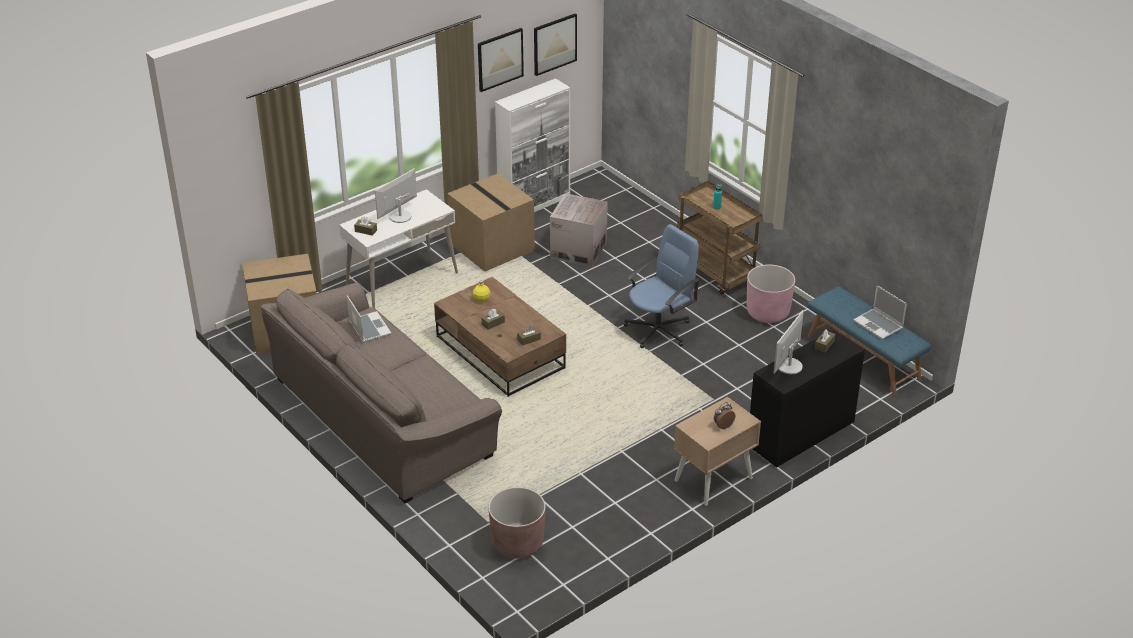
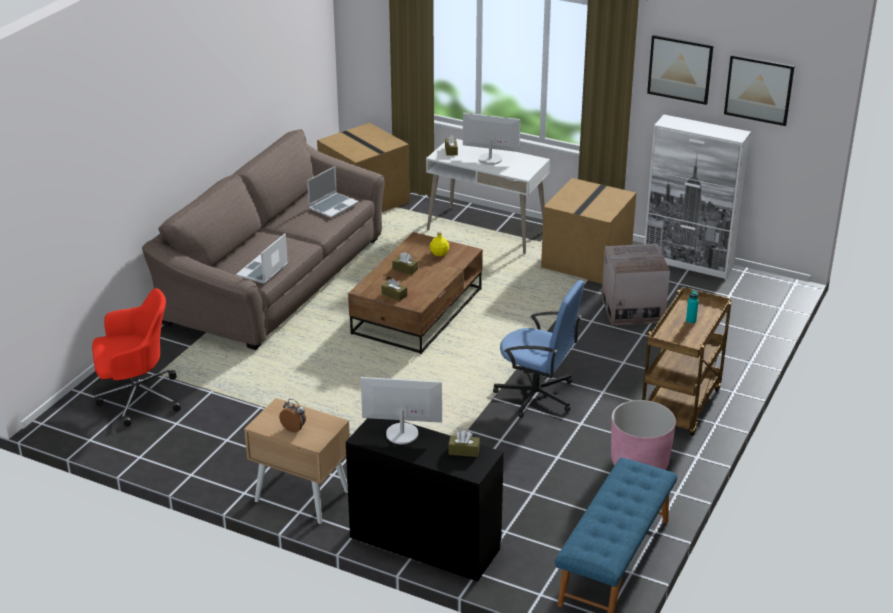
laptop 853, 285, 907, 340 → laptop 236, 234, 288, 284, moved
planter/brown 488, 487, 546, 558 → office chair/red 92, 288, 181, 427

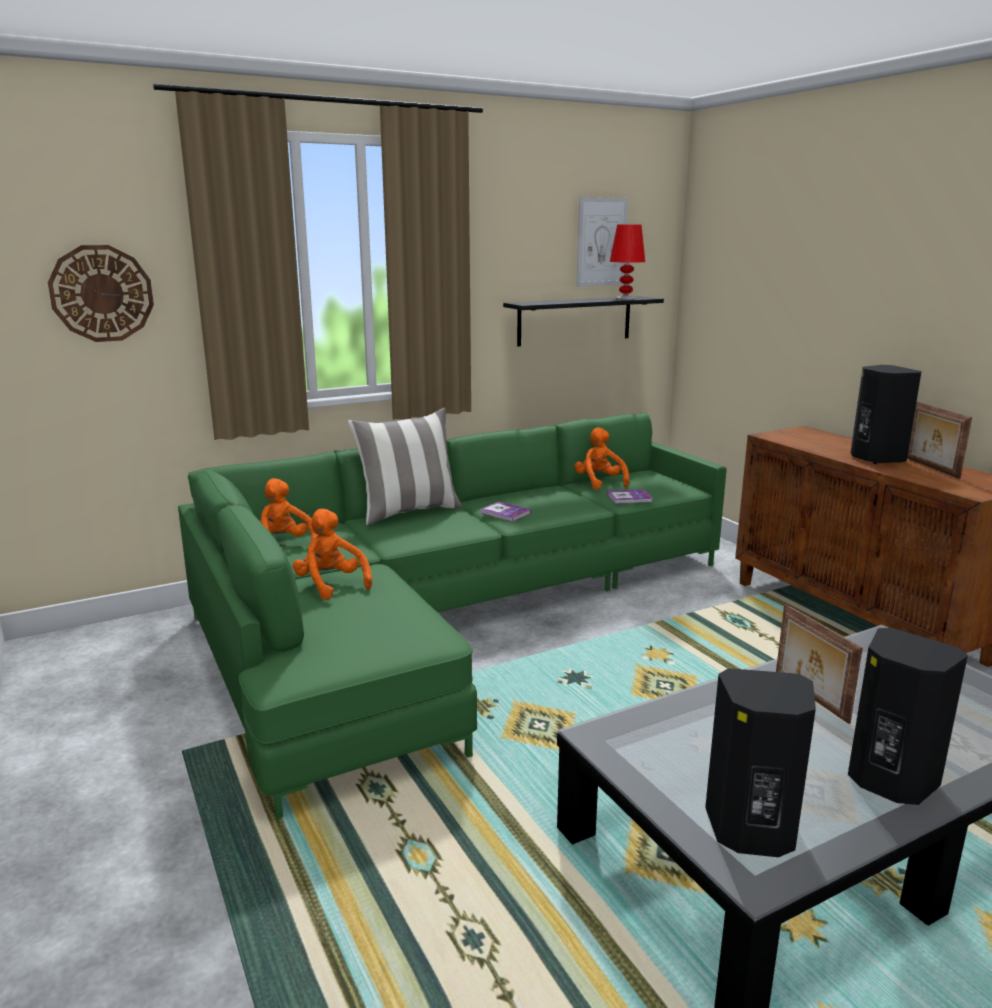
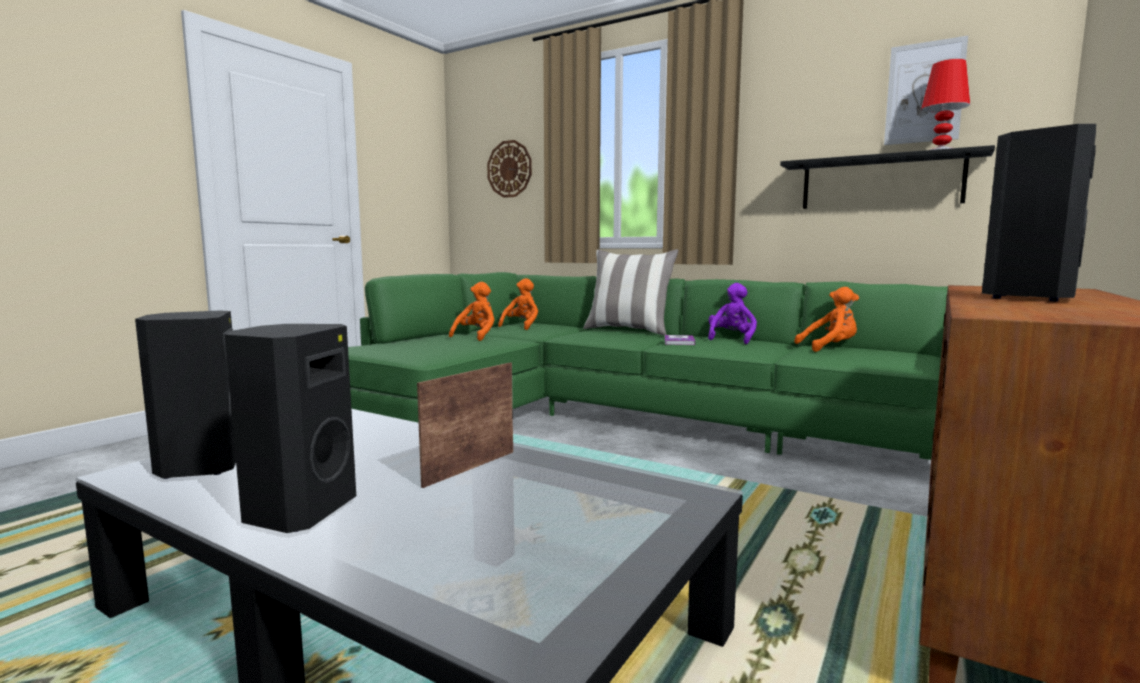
picture frame 907, 402, 972, 479 → -
plush toy/orange 575, 427, 630, 490 → plush toy/orange 794, 287, 859, 352, 45 degrees clockwise
book 607, 489, 653, 504 → -
- → plush toy/purple 708, 283, 757, 344

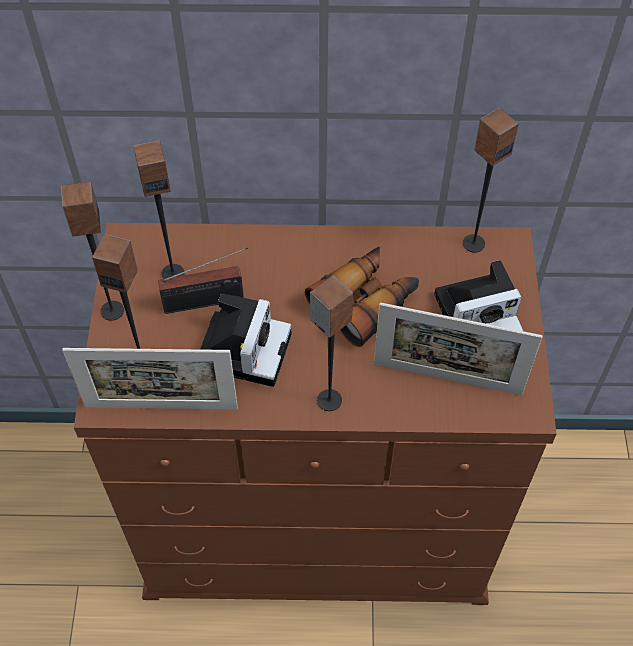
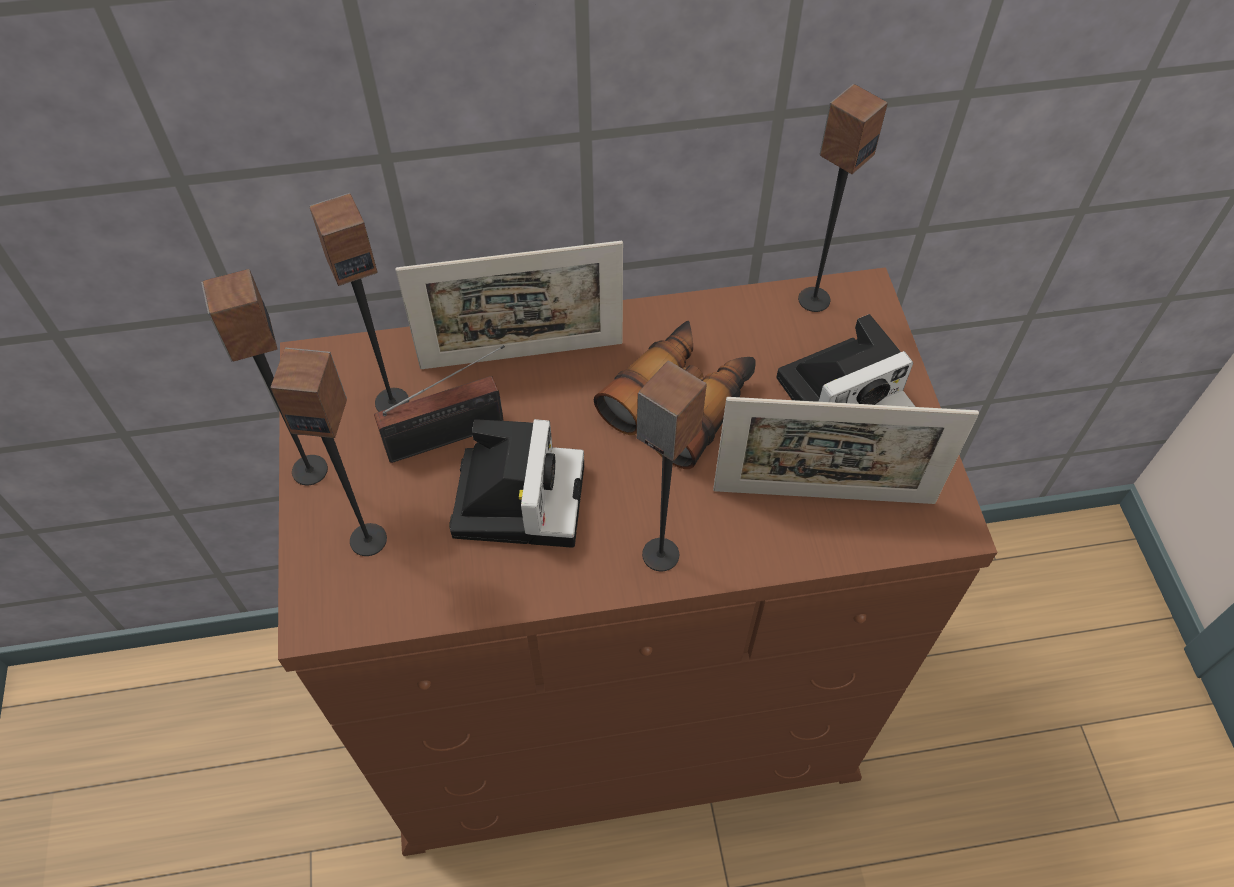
picture frame 62, 348, 238, 409 → picture frame 395, 241, 623, 369, moved

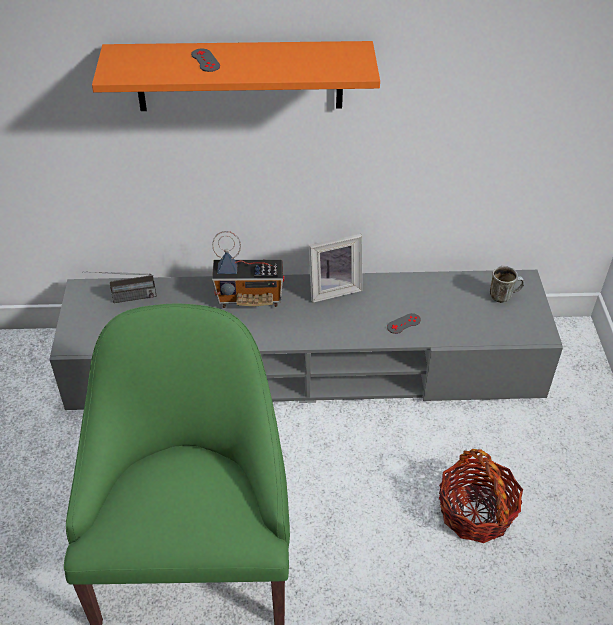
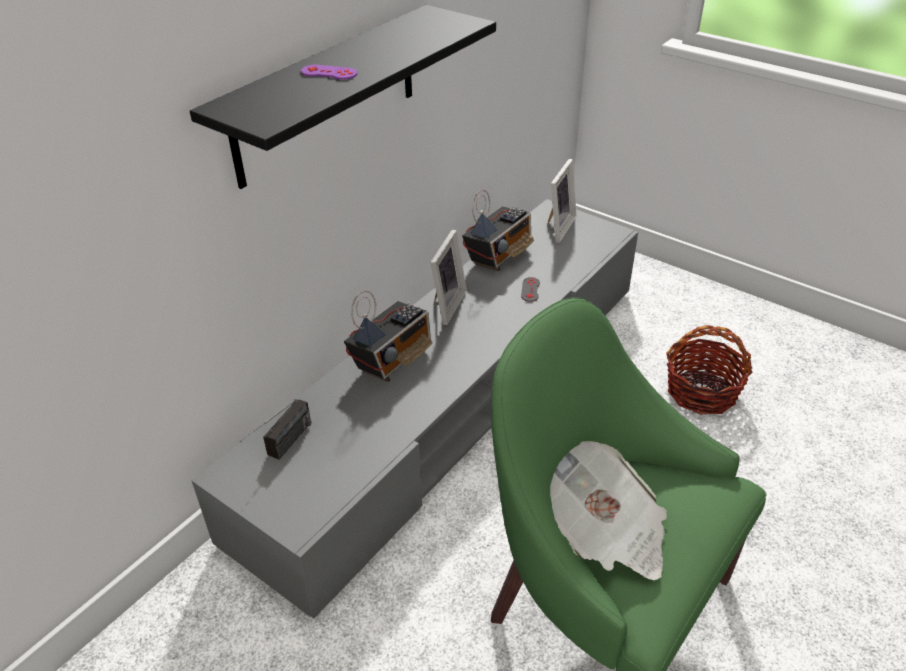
shelf/orange 92, 41, 380, 111 → shelf/black 190, 5, 496, 189
game controller/grey 191, 49, 220, 72 → game controller/purple 301, 65, 357, 80
mug 490, 266, 524, 303 → picture frame 547, 159, 577, 243
- → radio 462, 189, 534, 271
- → newspaper 550, 441, 667, 581

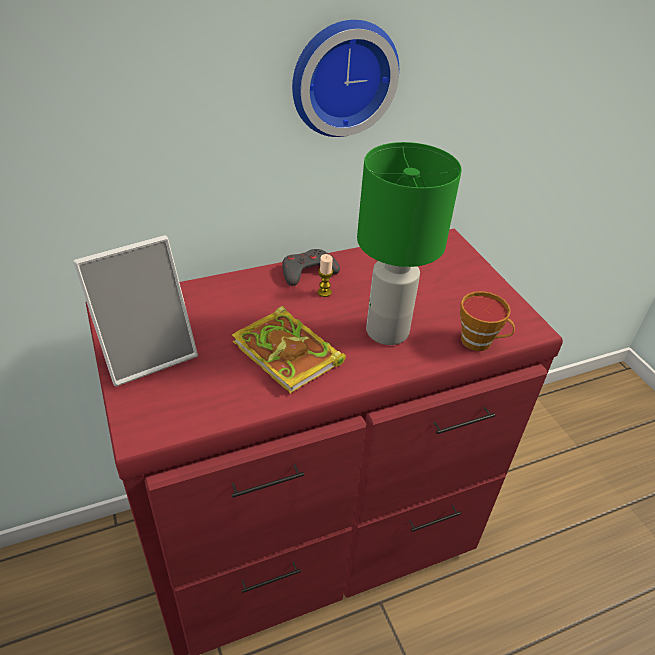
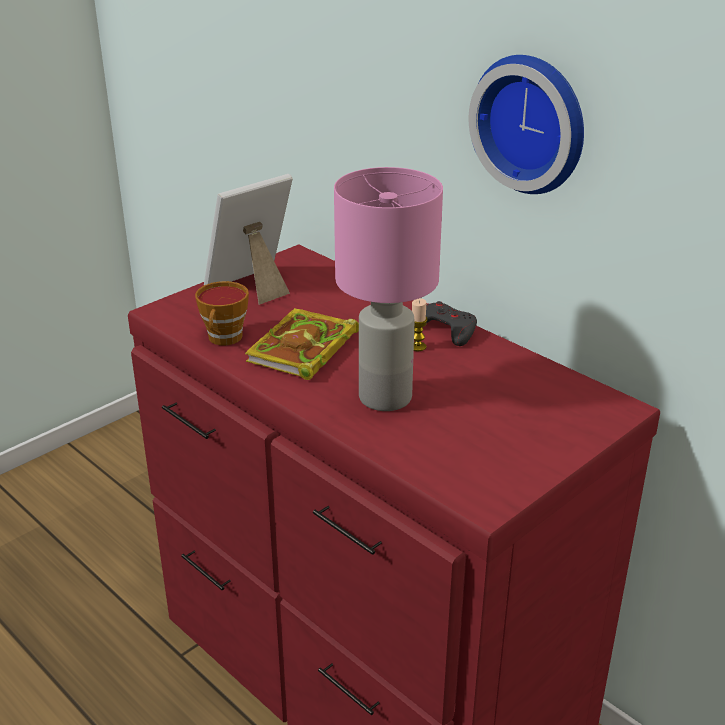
table lamp/green 357, 142, 462, 345 → table lamp/pink 334, 167, 443, 411
picture frame 73, 235, 198, 386 → picture frame 204, 174, 293, 305, 105 degrees clockwise
cup 460, 291, 515, 351 → cup 195, 281, 249, 345, moved

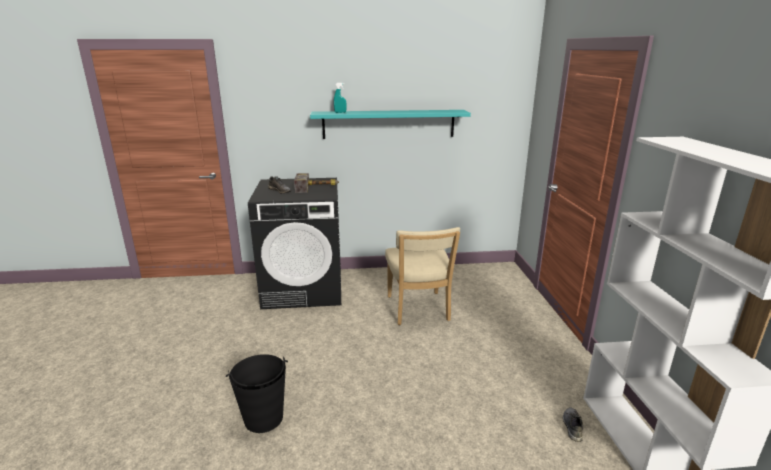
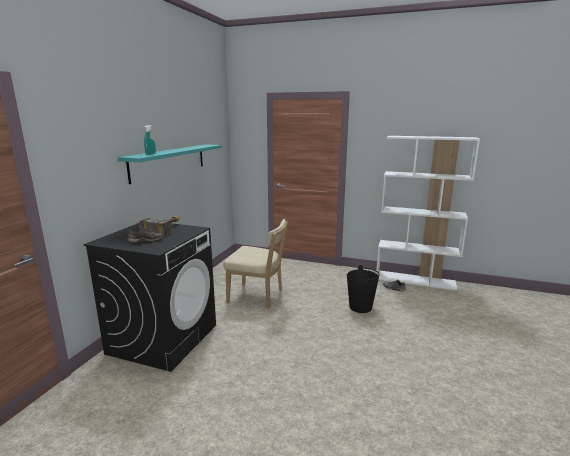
bucket/black 226, 354, 288, 433 → bucket/black 347, 265, 380, 313, moved

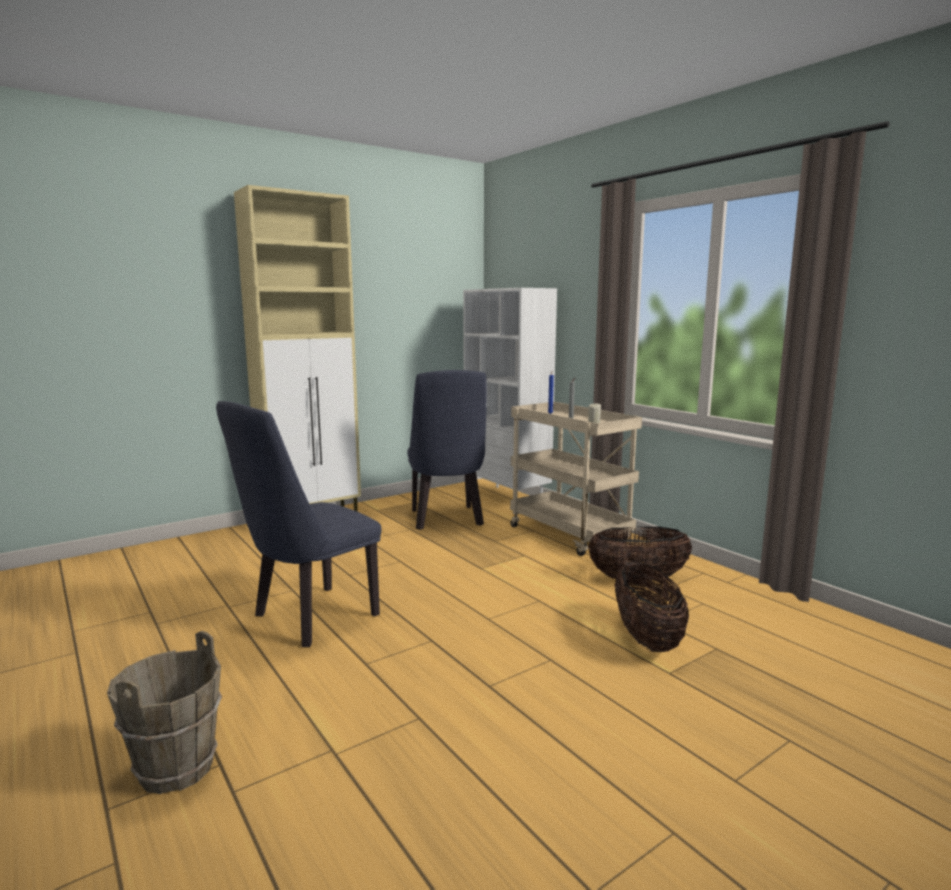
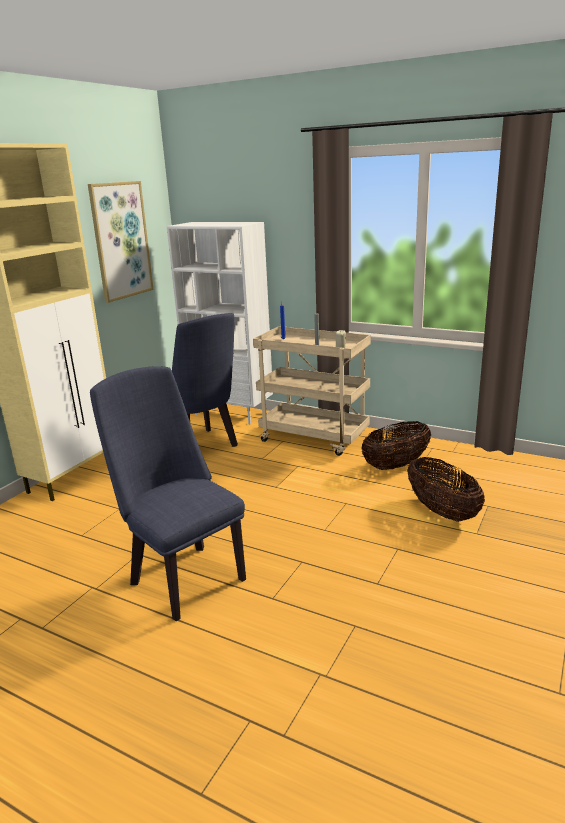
chair/blue 216, 401, 381, 647 → chair/blue 90, 367, 246, 621, 120 degrees clockwise
bucket/brown 107, 631, 222, 794 → -
- → picture 88, 181, 154, 303

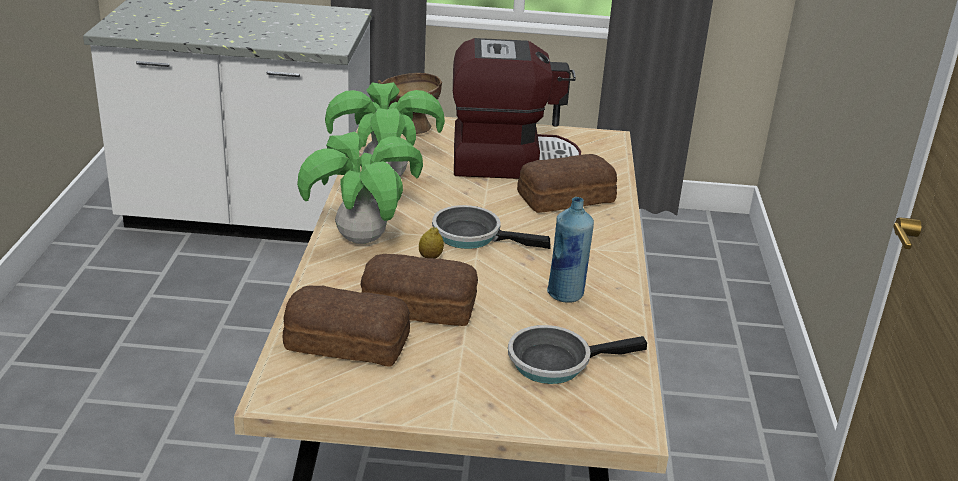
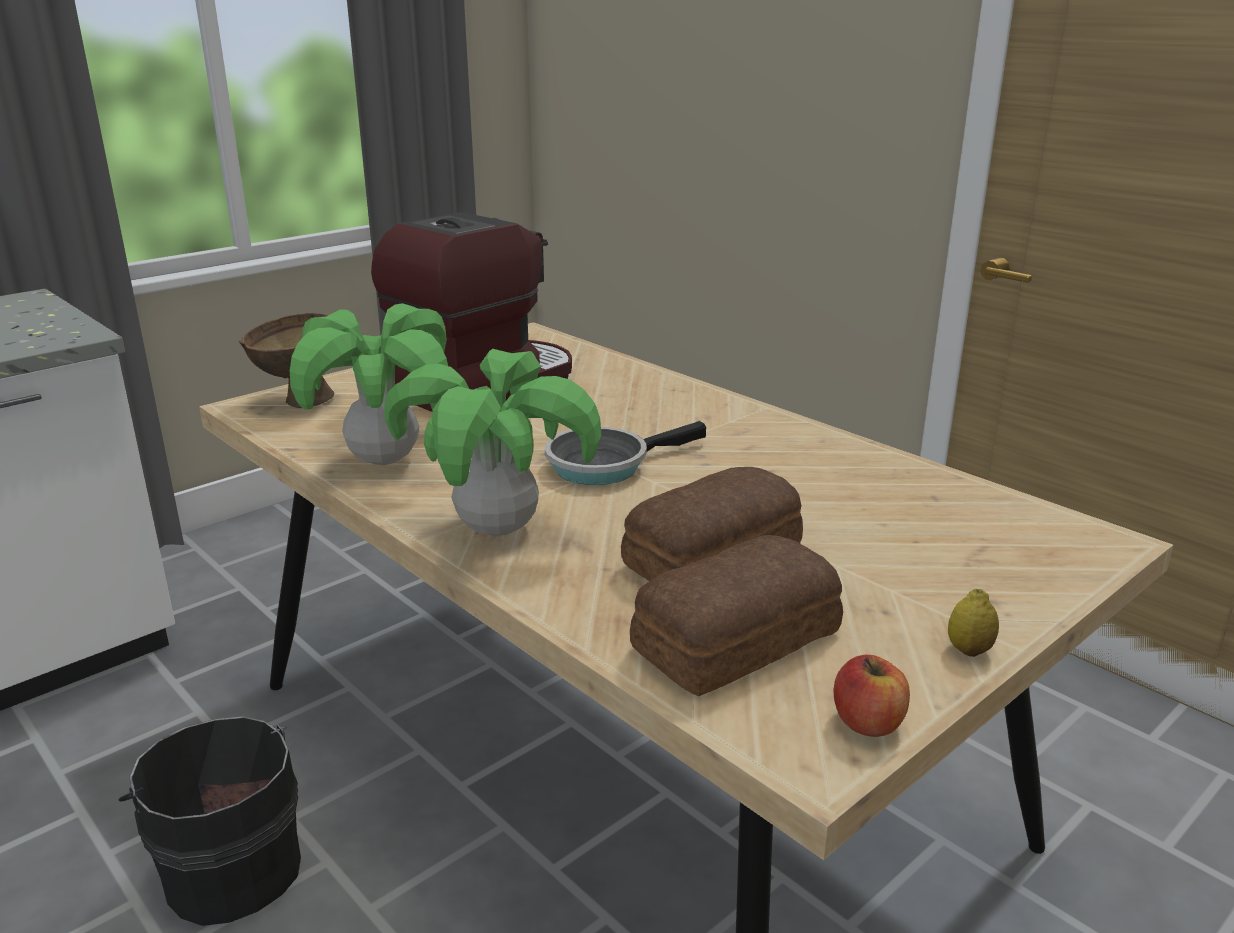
bread 517, 154, 617, 213 → -
bottle/blue 547, 197, 594, 303 → -
lemon 419, 227, 444, 258 → lemon 948, 589, 999, 657, moved
frying pan 508, 325, 647, 384 → -
- → apple 834, 655, 910, 737
- → bucket/black 118, 717, 301, 926

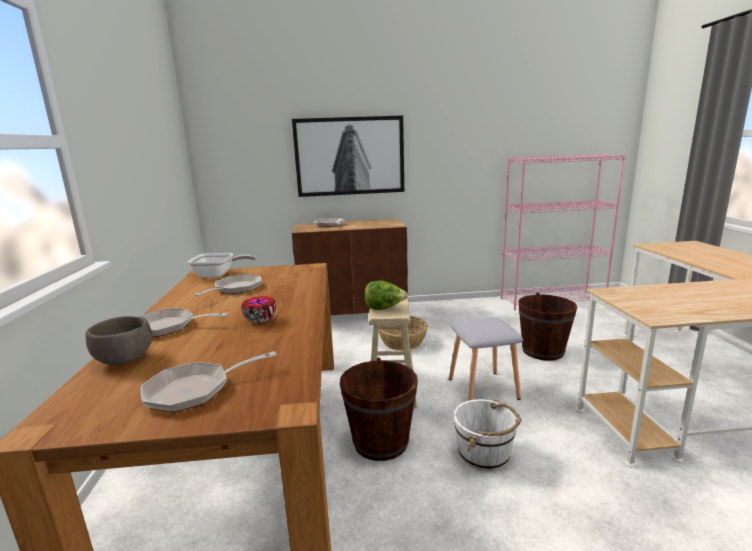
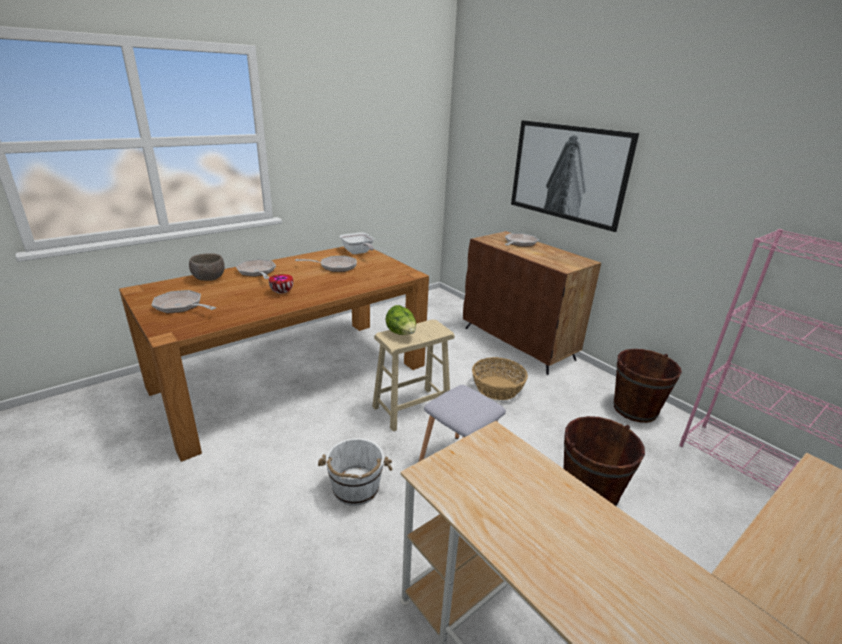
bucket/brown 340, 357, 418, 461 → bucket/brown 614, 349, 682, 423, moved

